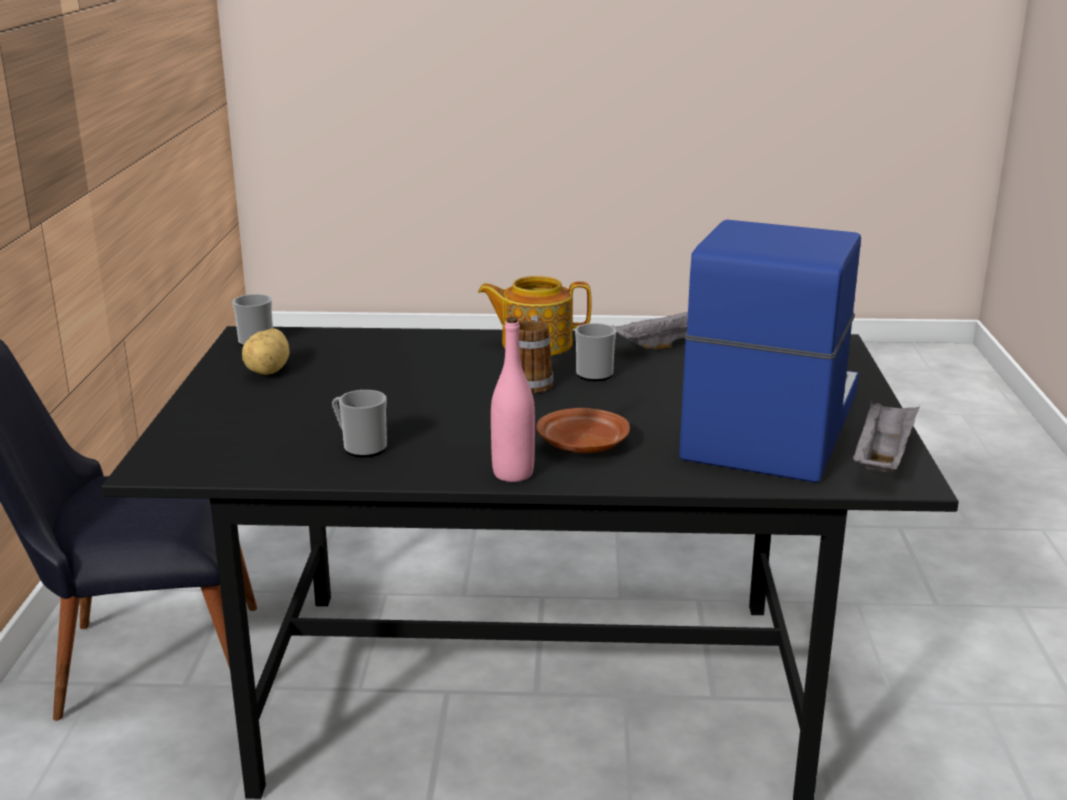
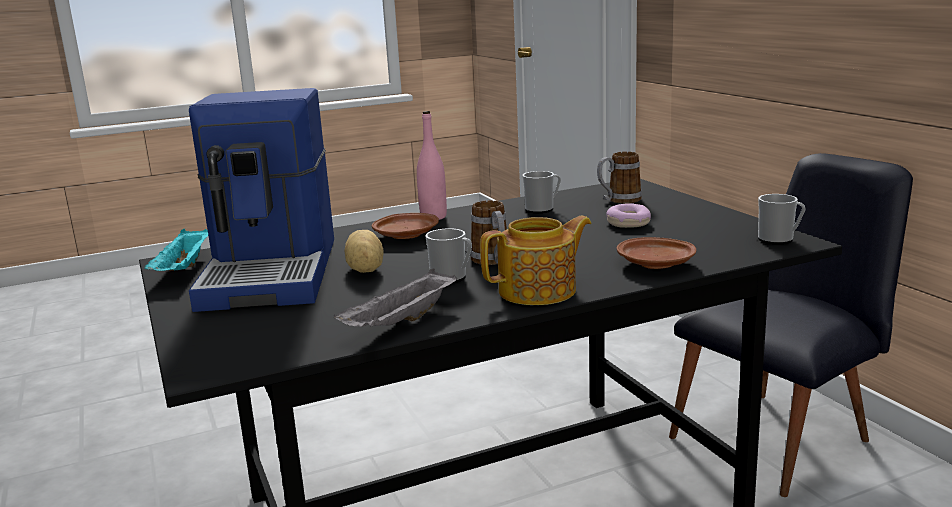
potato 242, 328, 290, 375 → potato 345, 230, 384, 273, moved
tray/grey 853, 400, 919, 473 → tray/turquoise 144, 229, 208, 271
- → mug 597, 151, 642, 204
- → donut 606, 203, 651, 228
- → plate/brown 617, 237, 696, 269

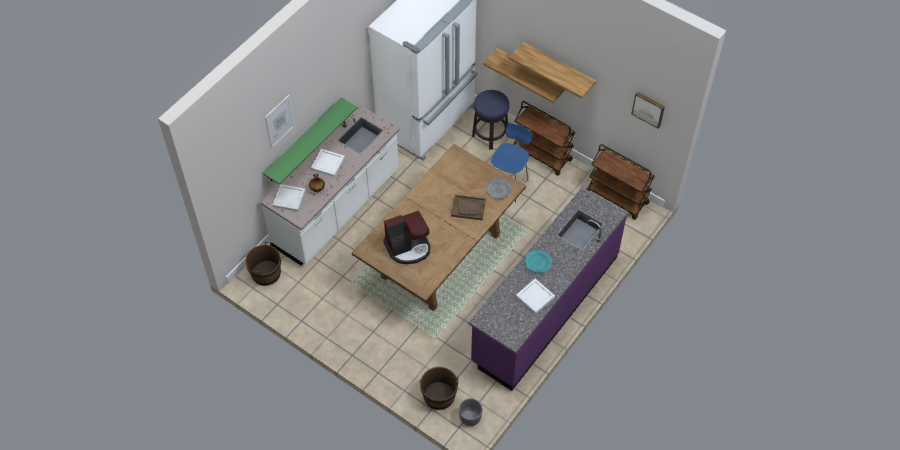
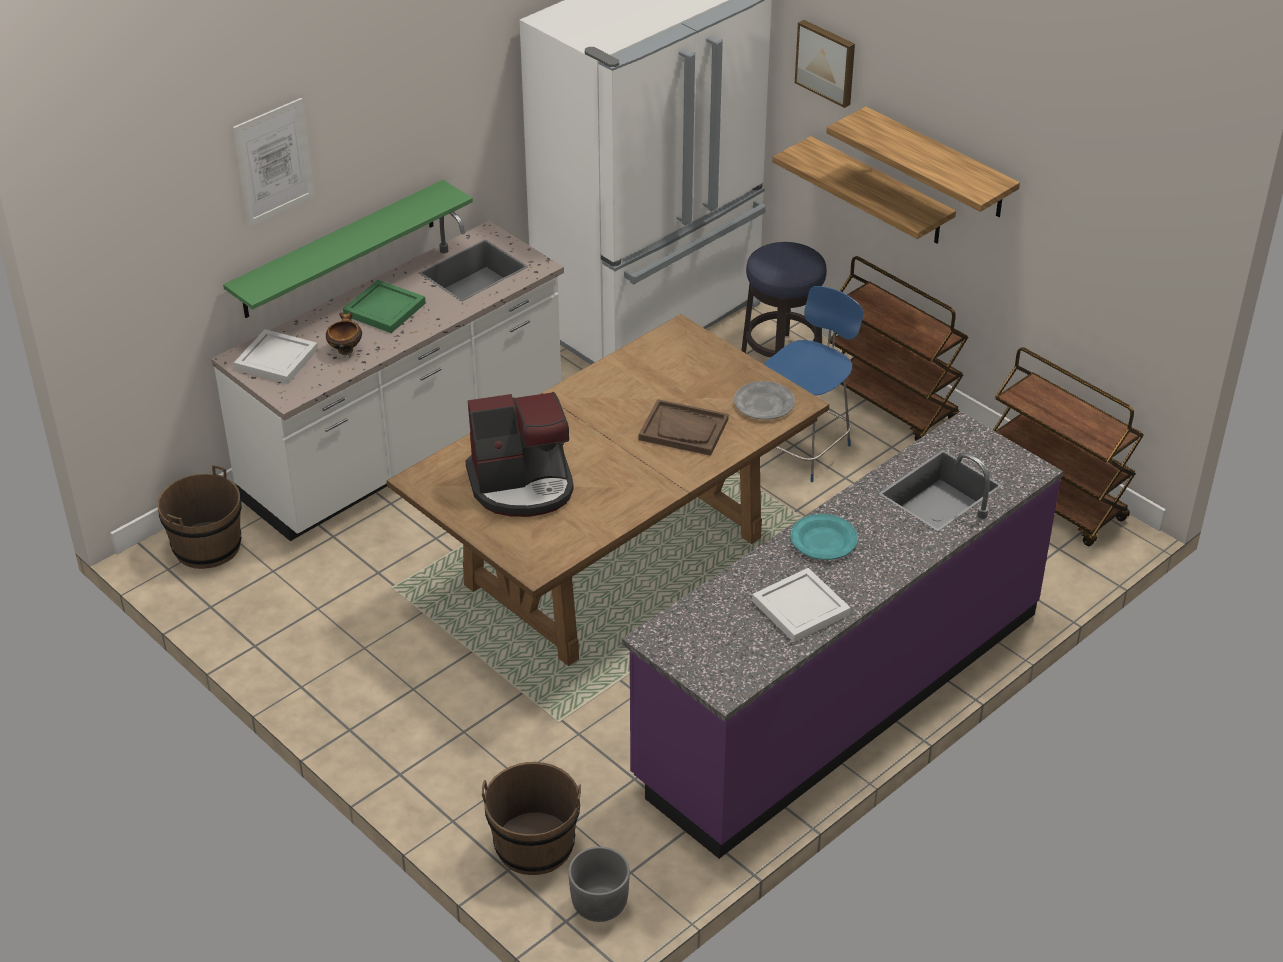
picture 631, 92, 665, 129 → picture 795, 20, 855, 108, moved
tray/white 311, 149, 345, 177 → tray/green 343, 280, 426, 333

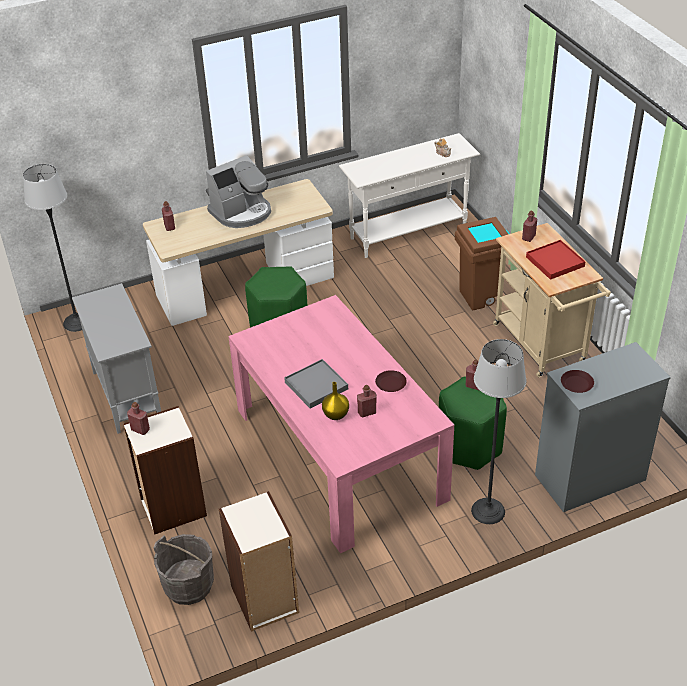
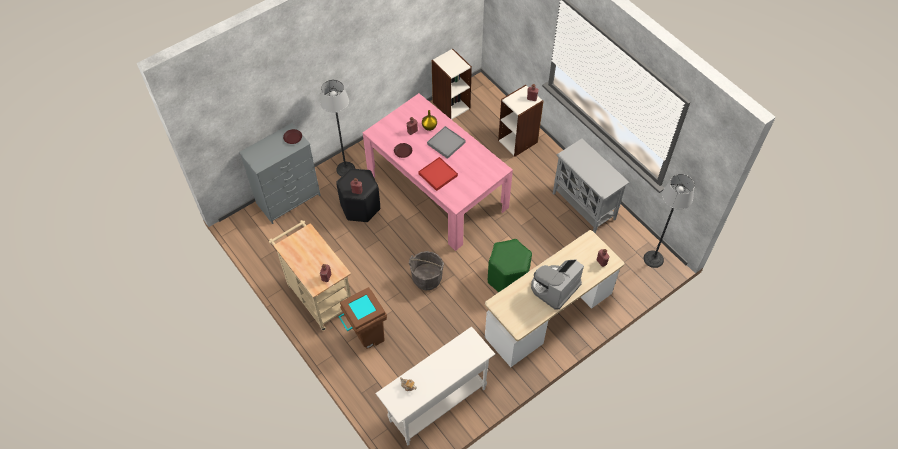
tray/red 526, 240, 586, 280 → tray/red 418, 157, 458, 191, moved
stool/green 439, 376, 507, 470 → stool/black 337, 168, 380, 222
bucket/grey 153, 534, 214, 605 → bucket/grey 409, 251, 444, 291, moved

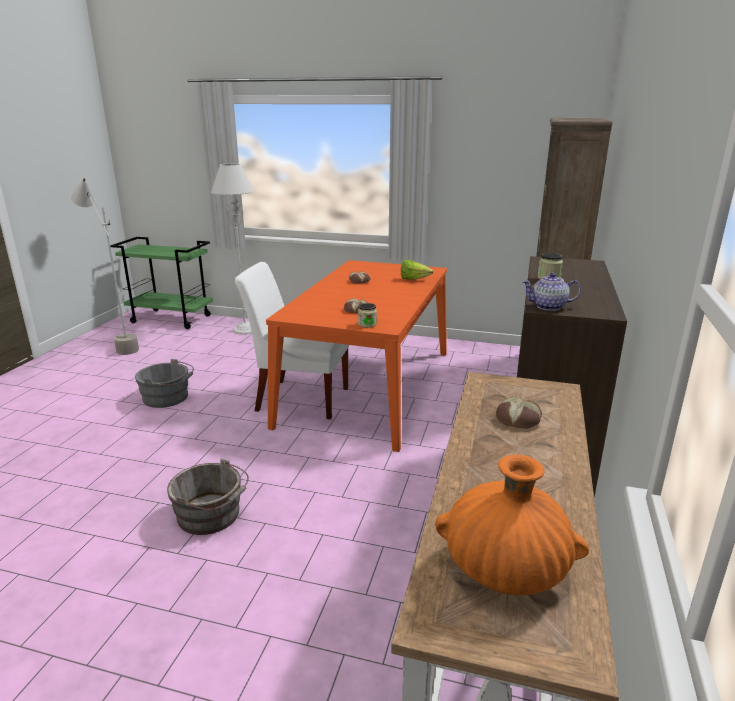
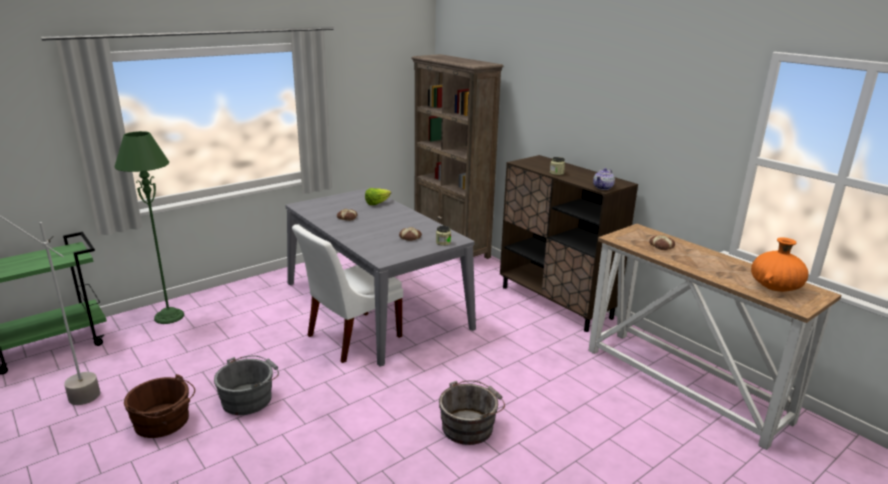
floor lamp/grey 211, 163, 254, 335 → floor lamp/green 115, 131, 184, 324
dining table/orange 266, 260, 447, 452 → dining table/grey 285, 188, 476, 367
- → bucket/brown 124, 374, 195, 438

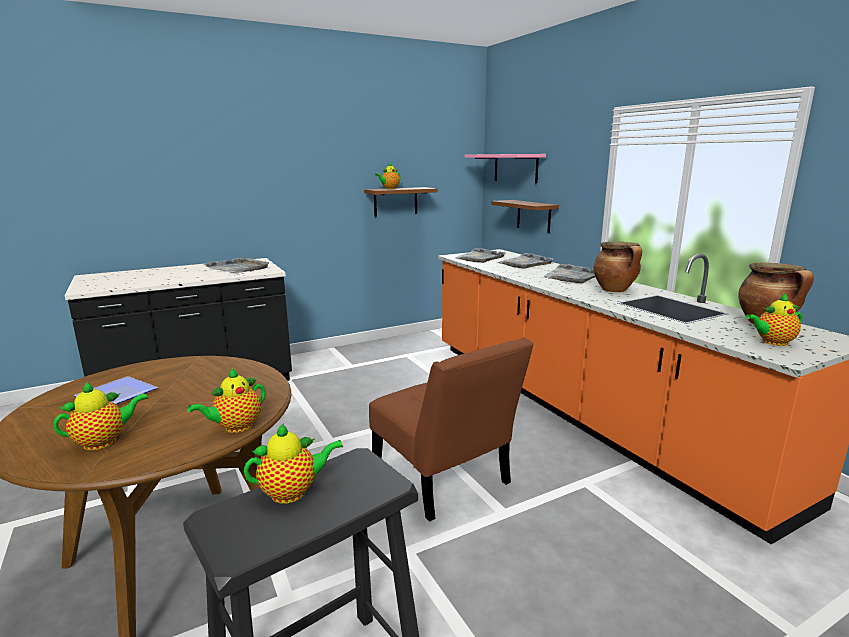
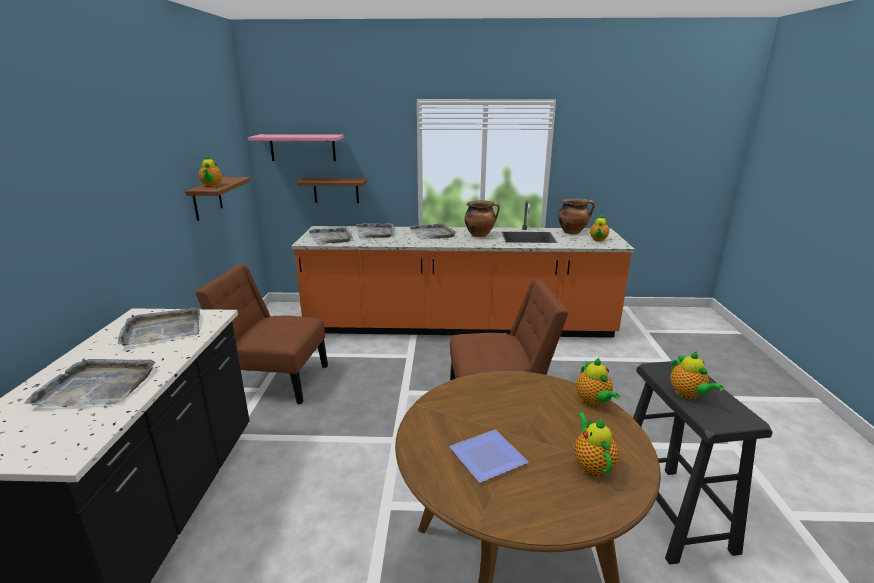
teapot 244, 423, 343, 504 → teapot 670, 352, 724, 399, 150 degrees clockwise
- → chair/brown 195, 264, 328, 404
- → tray/grey 24, 358, 156, 407

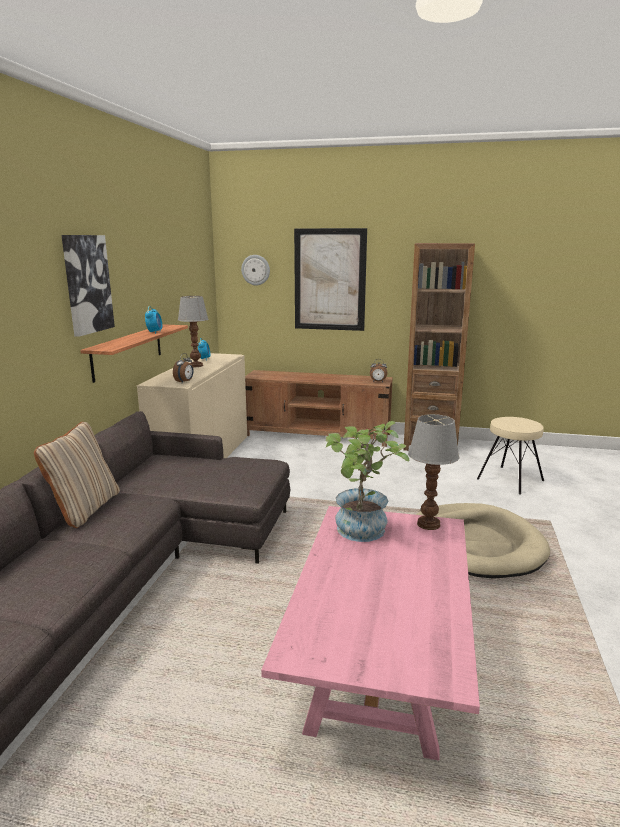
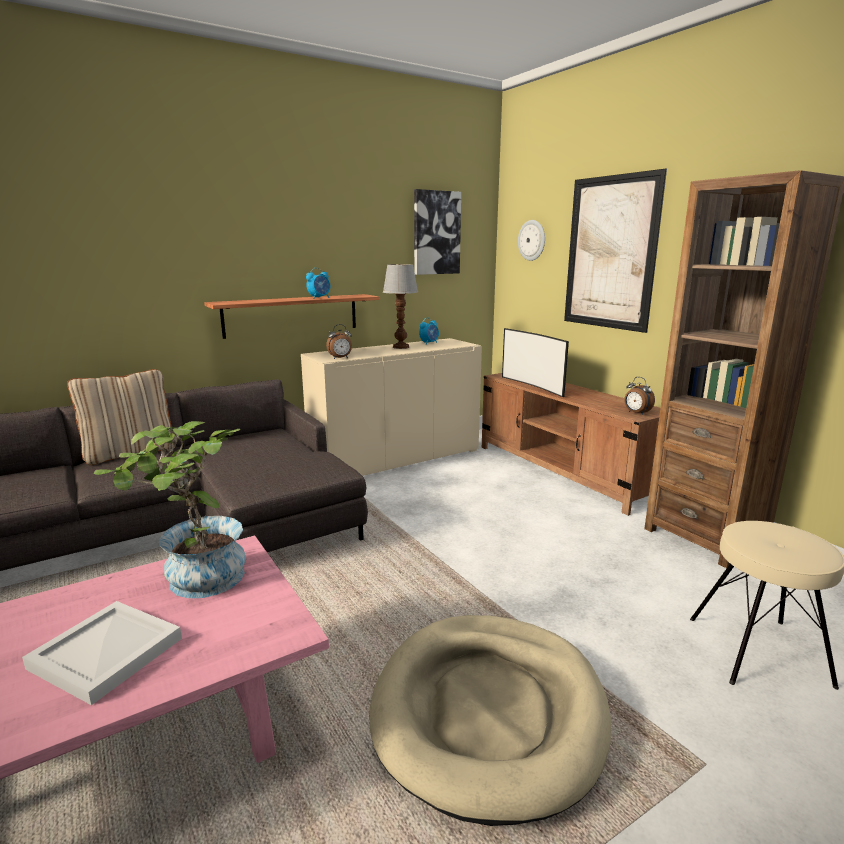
picture 61, 235, 115, 337 → picture 414, 189, 461, 275, moved
table lamp 408, 414, 459, 530 → -
- → television 502, 328, 569, 397
- → tray/white 22, 601, 182, 705

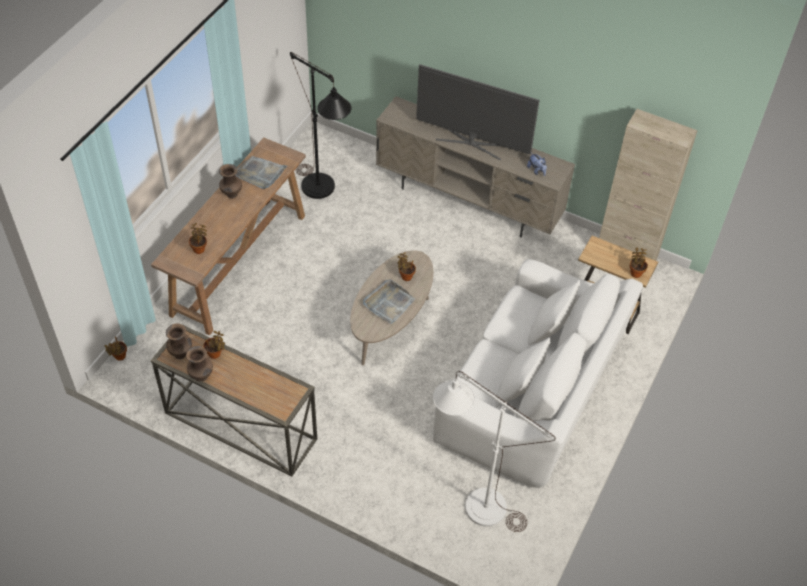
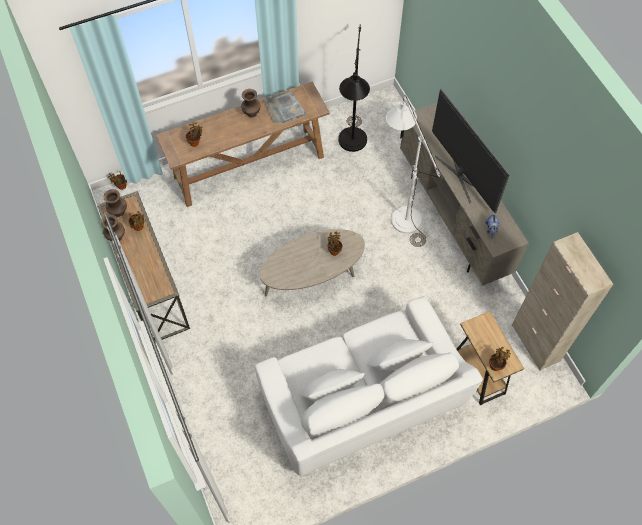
tray/grey 363, 280, 415, 324 → -
floor lamp/white 433, 371, 556, 532 → floor lamp/white 386, 95, 441, 247, moved

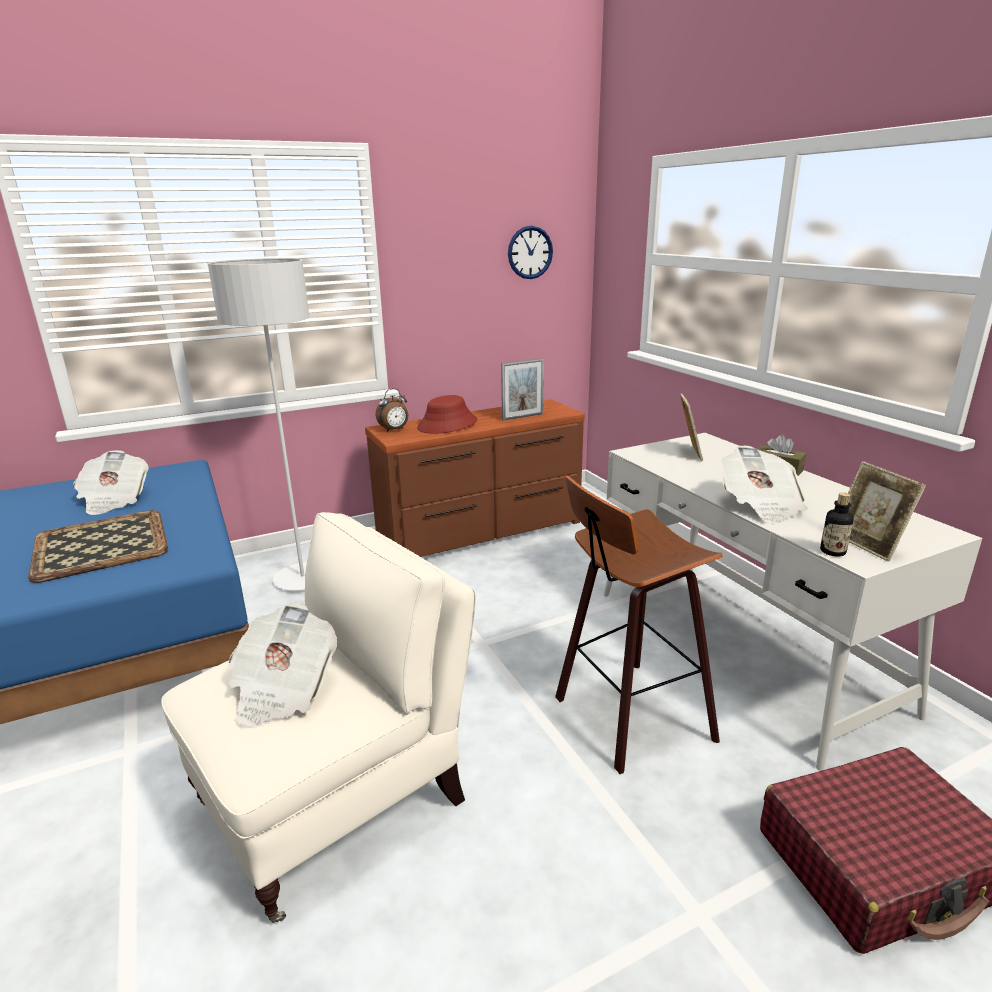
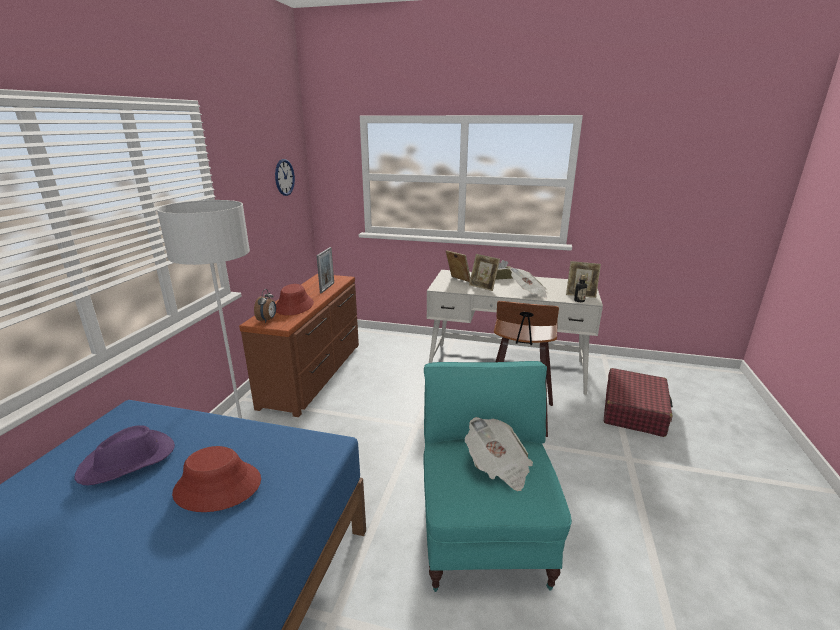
newspaper 73, 450, 149, 515 → hat/purple 74, 425, 175, 485
tray 28, 510, 168, 583 → hat/red 172, 446, 261, 512
armchair/beige 161, 512, 476, 923 → armchair/turquoise 423, 361, 572, 592
- → picture frame 469, 254, 500, 291

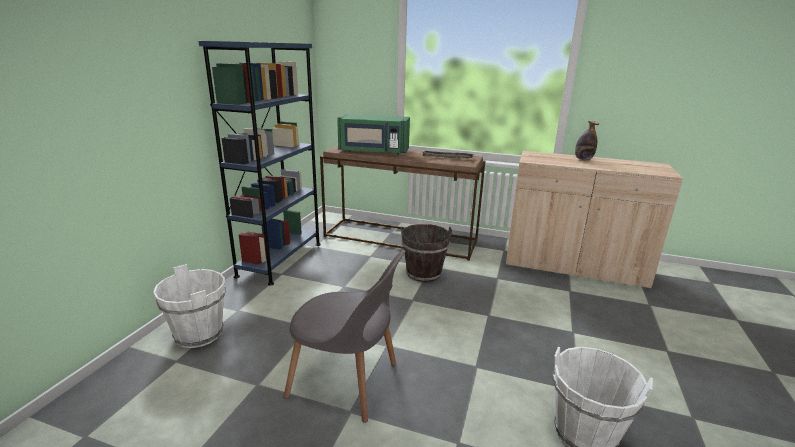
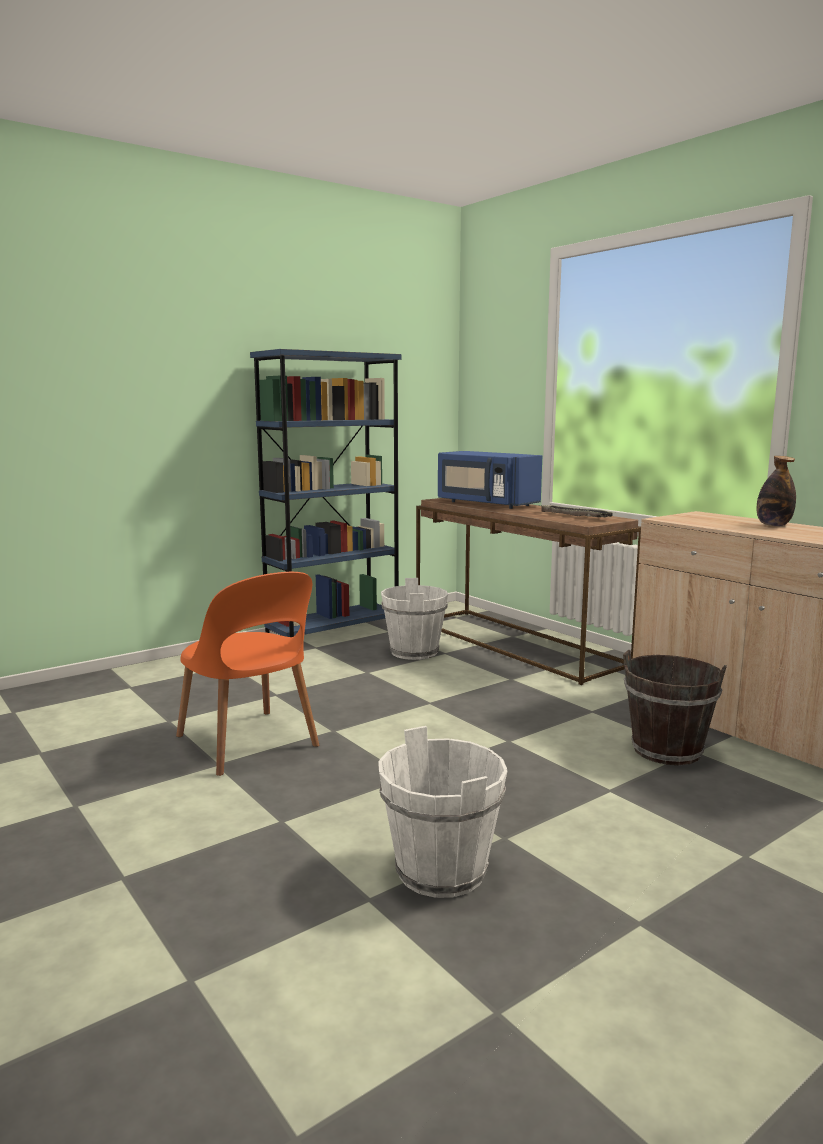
microwave/green 337, 114, 410, 155 → microwave/blue 438, 451, 542, 509
bucket/brown 401, 224, 452, 282 → bucket/brown 623, 650, 727, 765, moved
chair/grey 284, 250, 406, 423 → chair/orange 176, 572, 319, 776
bucket/white 153, 264, 226, 348 → bucket/white 381, 578, 448, 660, moved

